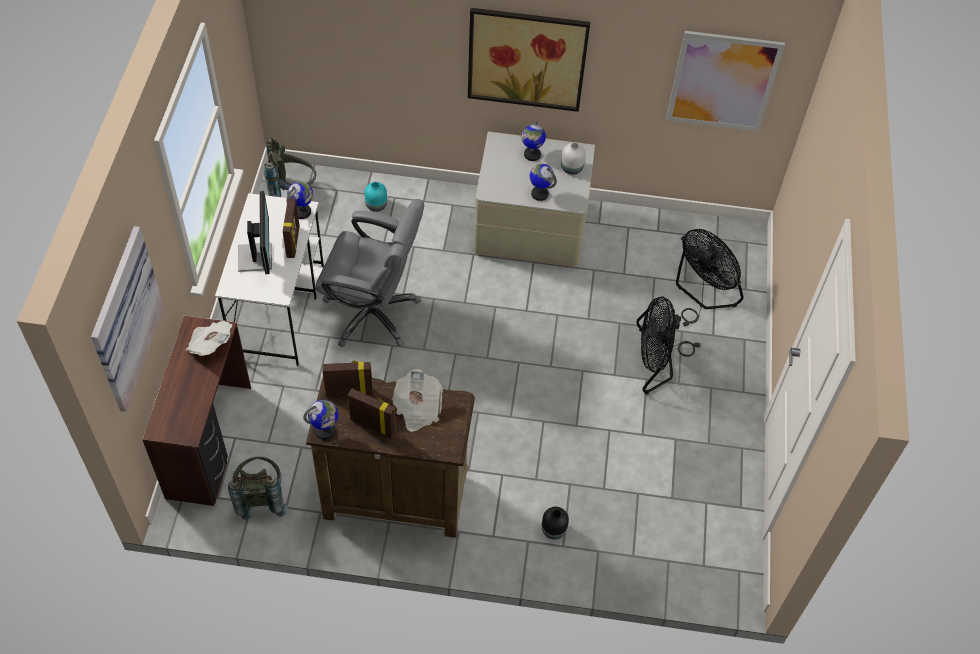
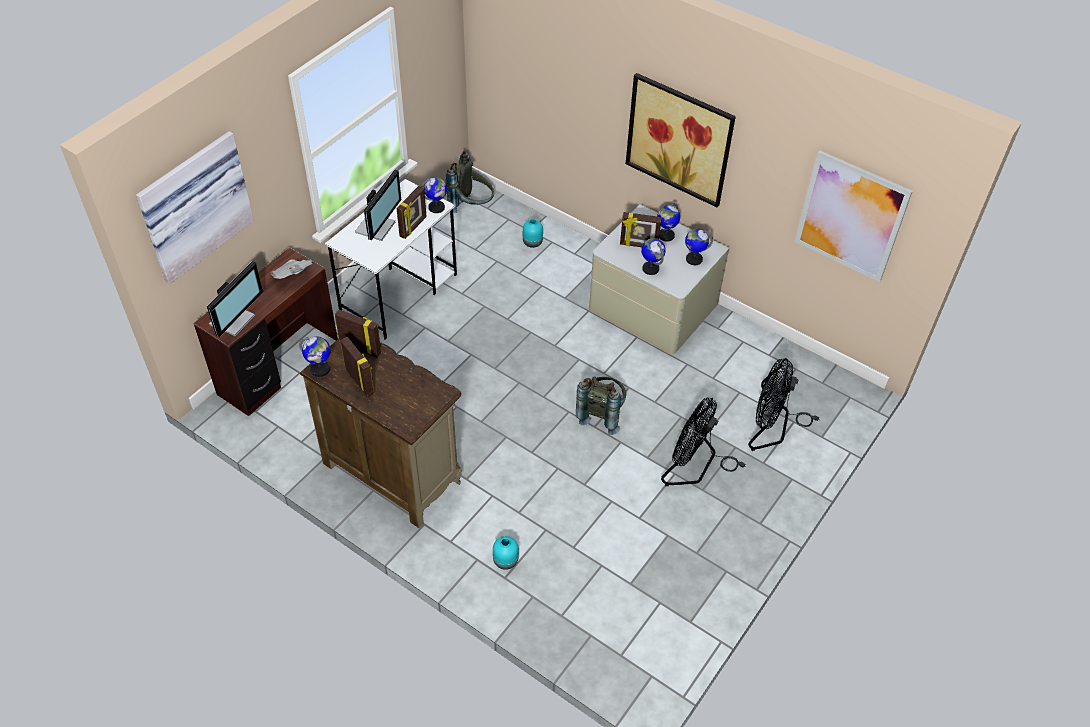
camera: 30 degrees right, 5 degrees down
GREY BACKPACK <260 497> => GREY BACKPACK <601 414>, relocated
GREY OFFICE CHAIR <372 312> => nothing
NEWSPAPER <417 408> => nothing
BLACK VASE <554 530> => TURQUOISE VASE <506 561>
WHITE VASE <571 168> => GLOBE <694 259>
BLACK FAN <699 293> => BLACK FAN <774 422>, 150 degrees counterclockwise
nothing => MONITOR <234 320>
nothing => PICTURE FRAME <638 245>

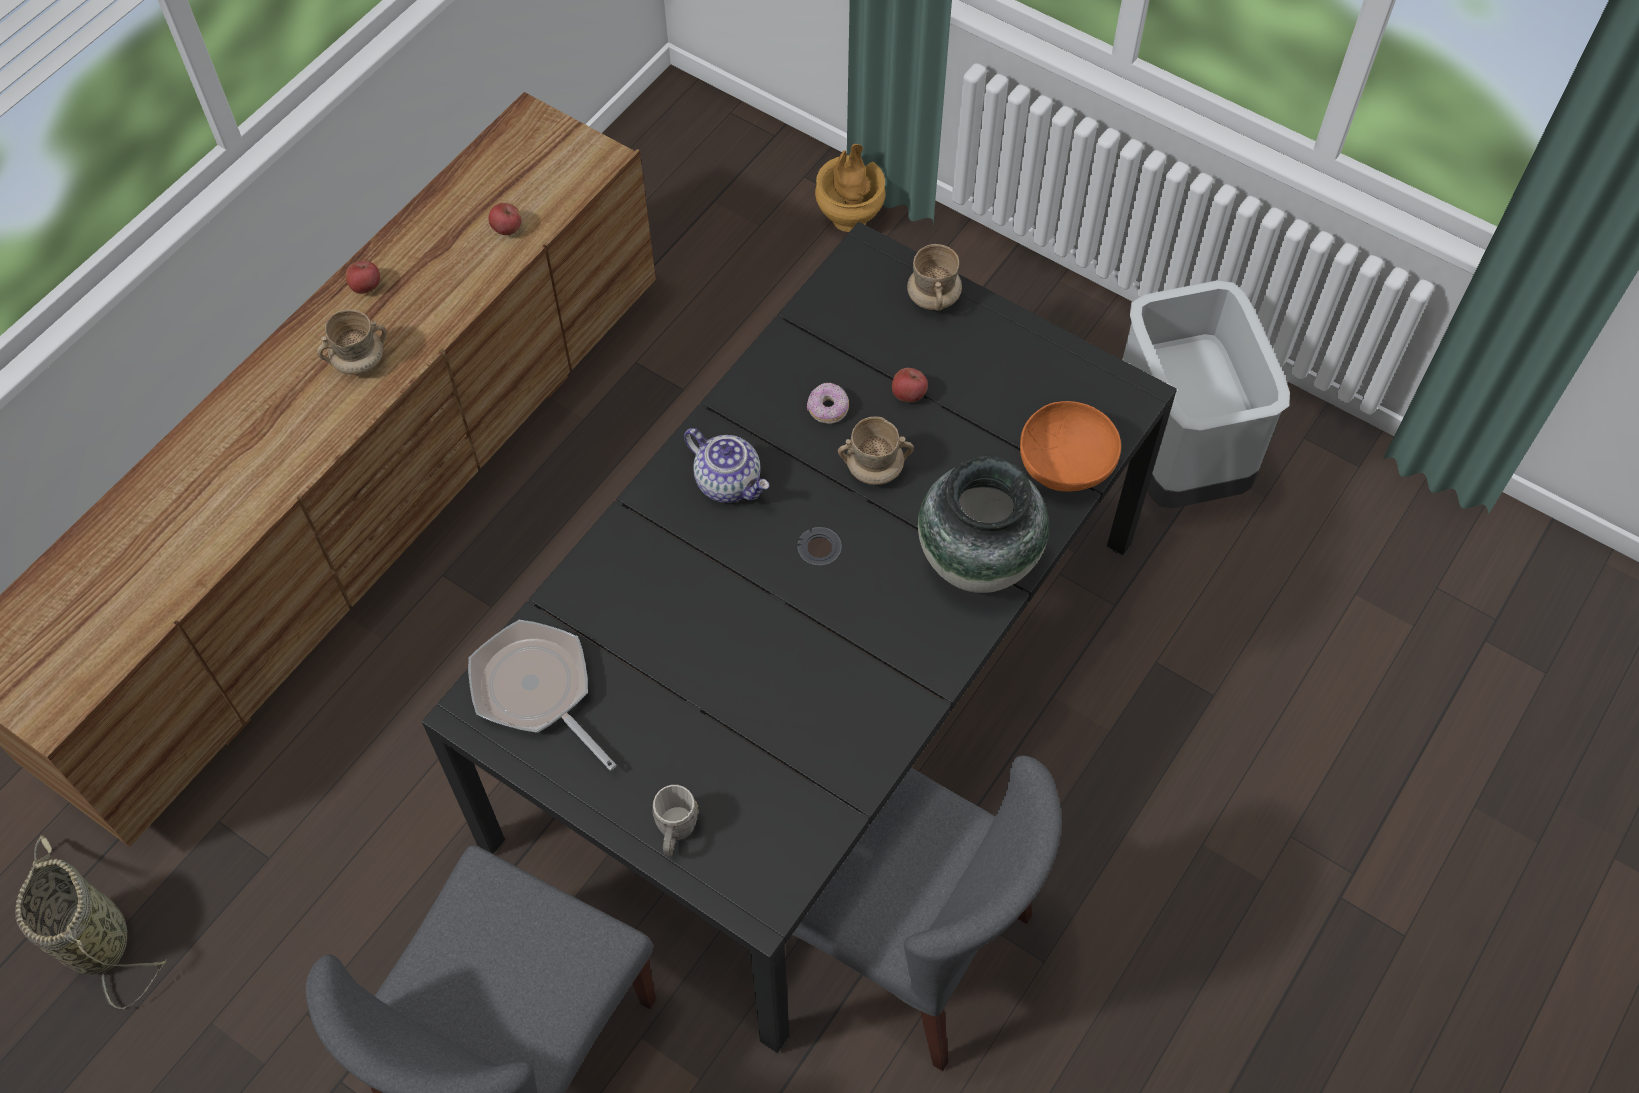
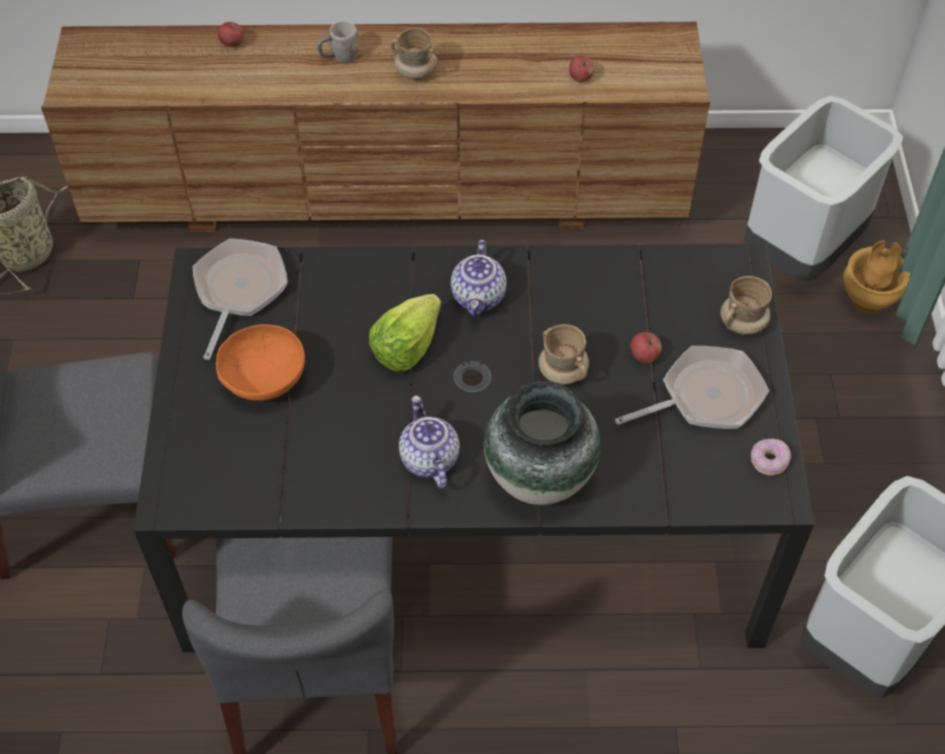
camera: 55 degrees right, 5 degrees down
APPLE <366 287> => APPLE <232 44>, relocated
GREY MUG <675 832> => GREY MUG <339 57>, relocated
DONUT <827 409> => DONUT <768 461>, relocated
ORANGE BOWL <1066 466> => ORANGE BOWL <264 380>, relocated
nothing => LETTUCE <406 347>
nothing => TEAPOT <428 459>
nothing => FRYING PAN <705 397>
nothing => GREY TRASH CAN <802 251>

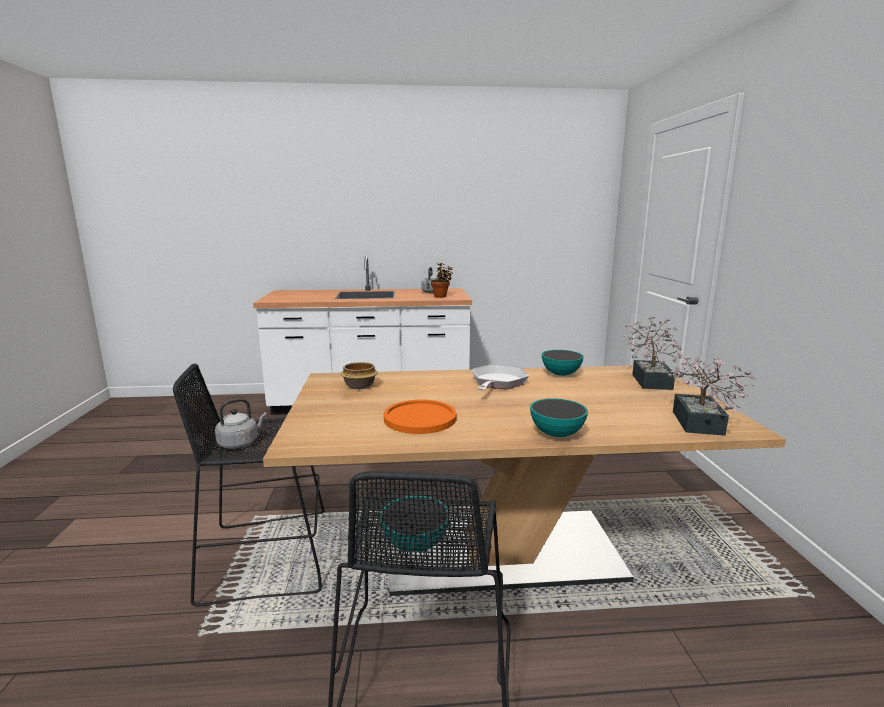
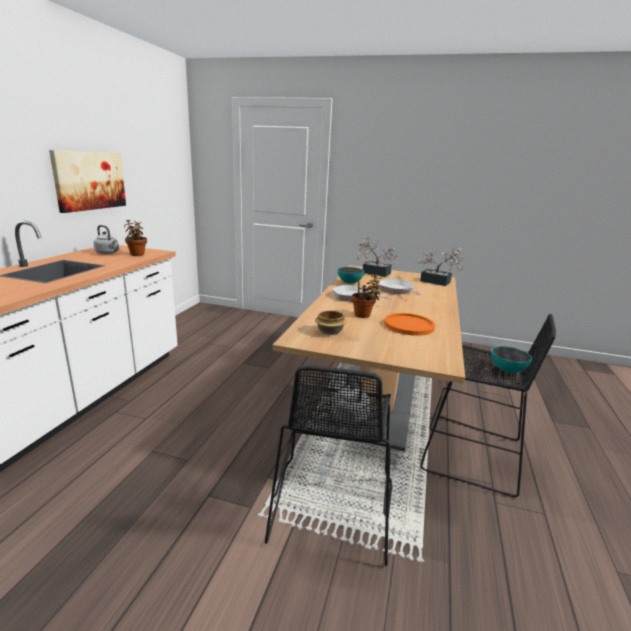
camera: 70 degrees left, 5 degrees up
BOWL <556 434> => nothing
nothing => PICTURE <89 180>
nothing => POTTED PLANT <364 315>
nothing => FRYING PAN <397 290>

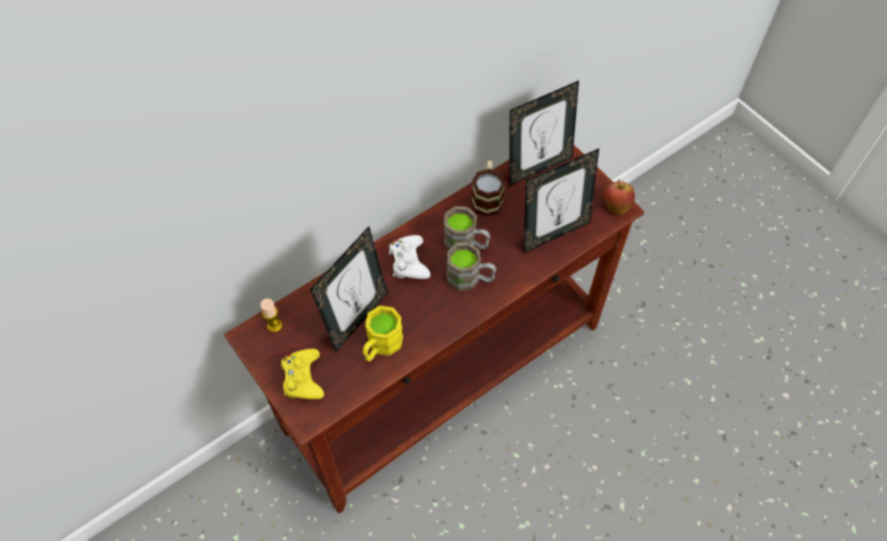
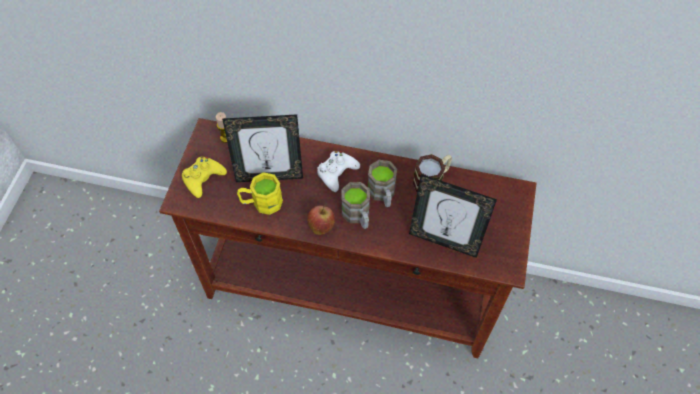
camera: 50 degrees right, 0 degrees up
PICTURE FRAME <538 167> => nothing
APPLE <616 206> => APPLE <321 226>, relocated

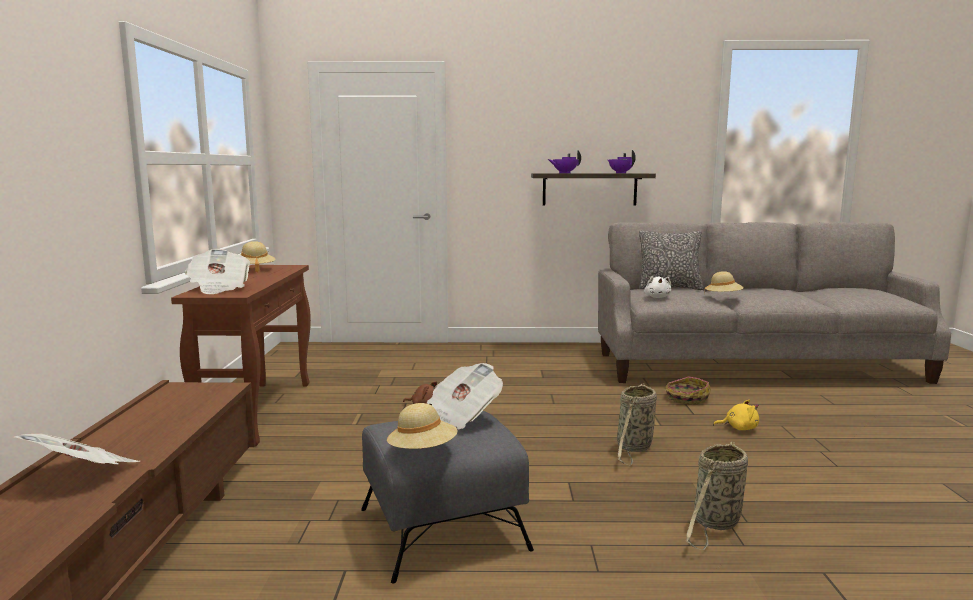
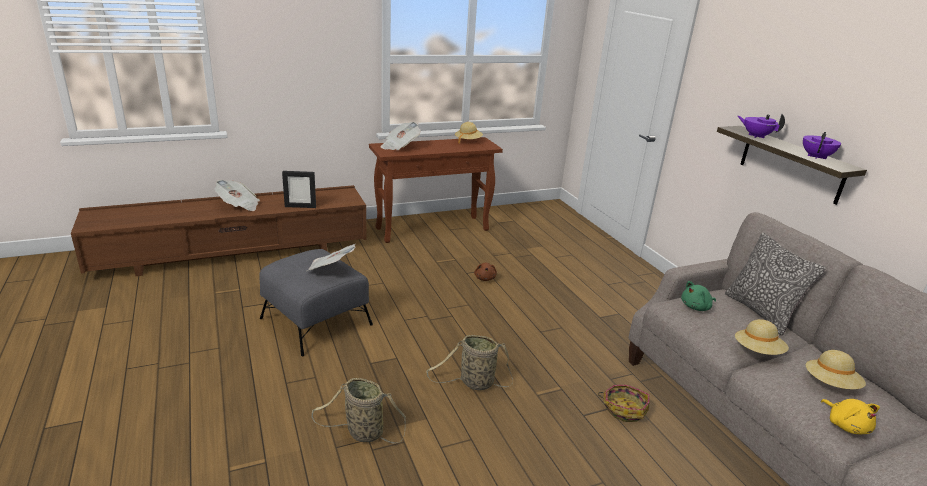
camera: 65 degrees right, 15 degrees up
BEIGE HAT <423 451> => BEIGE HAT <830 384>, relocated
WHITE PLUSH TOY <657 297> => GREEN PLUSH TOY <696 307>
YELLOW PLUSH TOY <739 428> => YELLOW PLUSH TOY <846 425>, relocated
nothing => PICTURE FRAME <300 206>

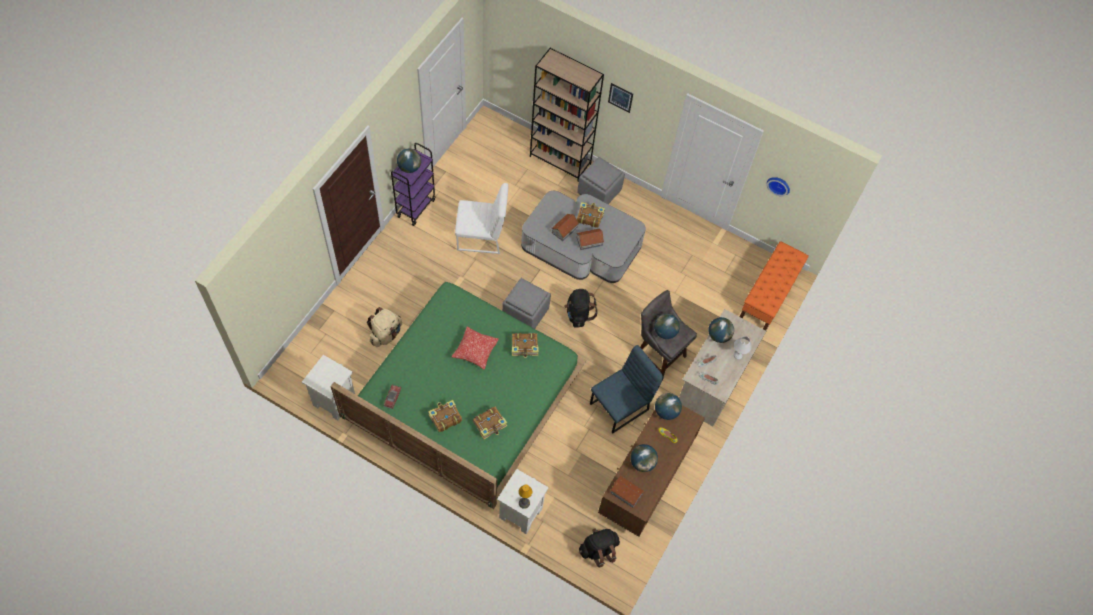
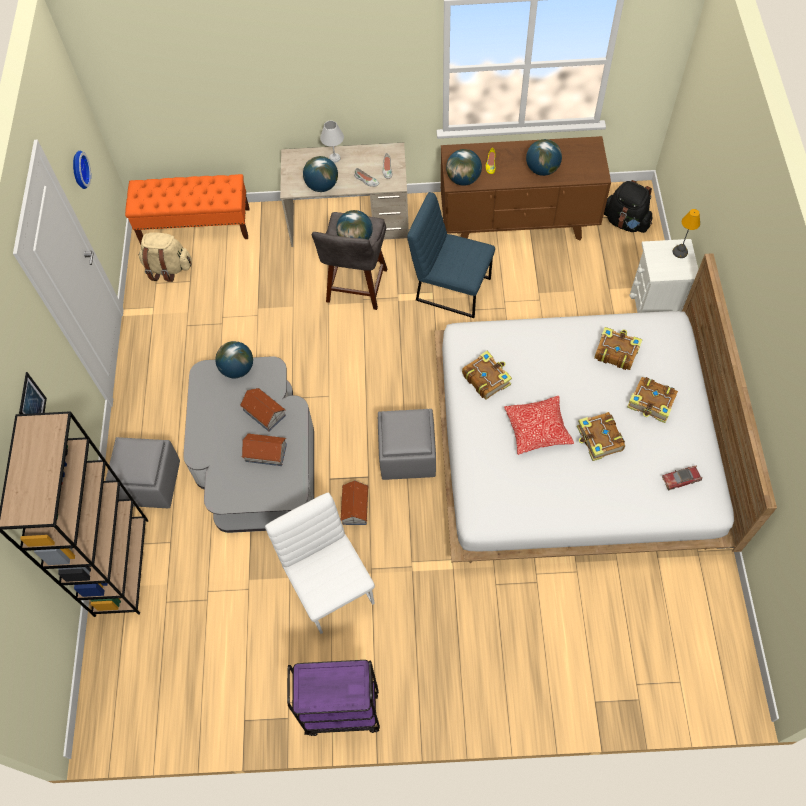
camera: 115 degrees left, 0 degrees up
WHITE NIGHTSTAND <334 400> => nothing
GREEN BED <466 397> => WHITE BED <573 446>
BEIGE BACKPACK <386 334> => BEIGE BACKPACK <168 268>, relocated
GLOBE <409 168> => GLOBE <238 369>, relocated
BLACK BACKPACK <578 314> => nothing
BOOK <589 217> => BOOK <599 440>, relocated
TOY HOUSE <626 493> => TOY HOUSE <355 508>, relocated

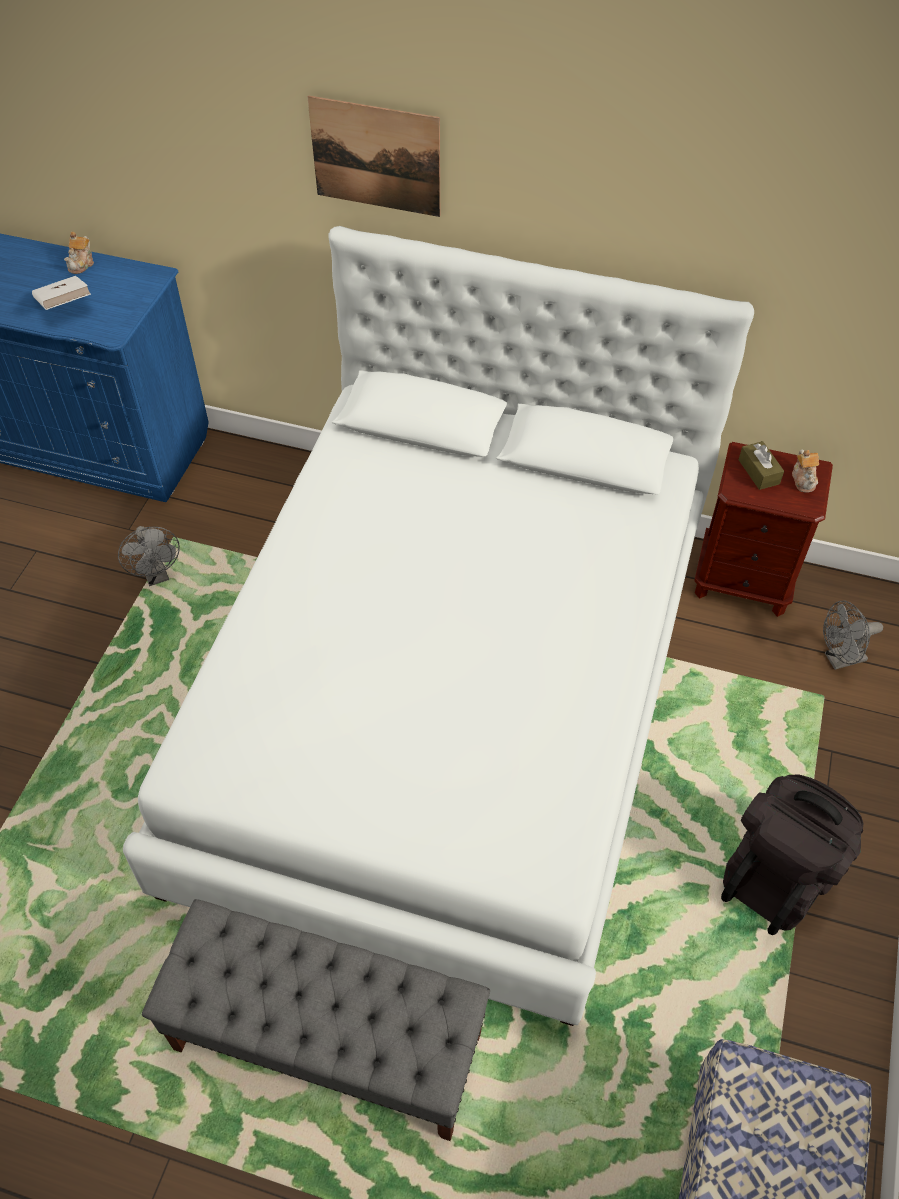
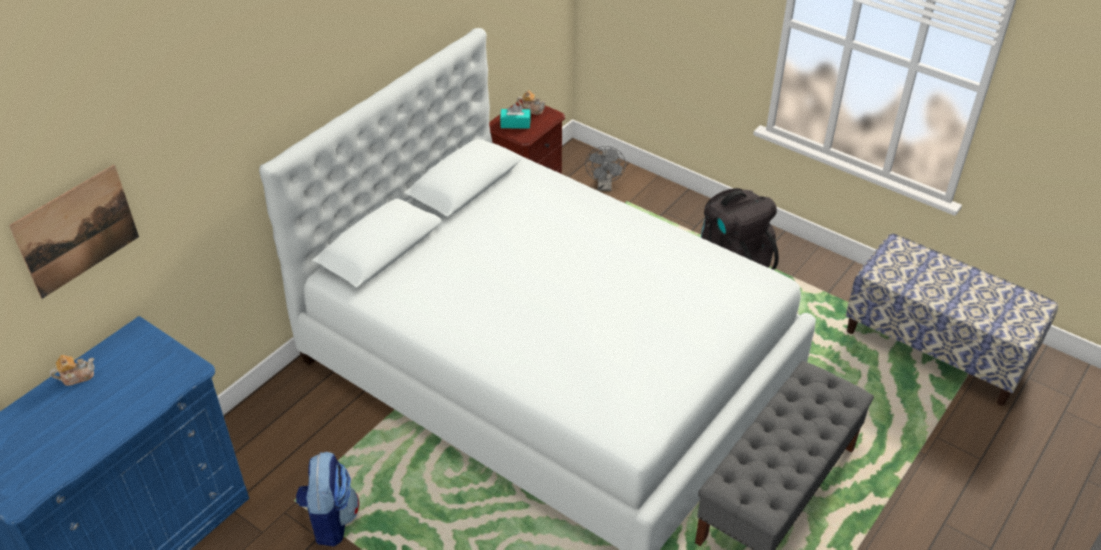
camera: 70 degrees left, 10 degrees down
WHITE BOOK <64 305> => nothing
TEAPOT <82 264> => TEAPOT <77 376>, 60 degrees counterclockwise
GREY FAN <157 576> => BACKPACK <330 520>
PICTURE <376 157> => PICTURE <77 231>, relocated
BROWN TISSUE BOX <758 472> => TURQUOISE TISSUE BOX <515 124>

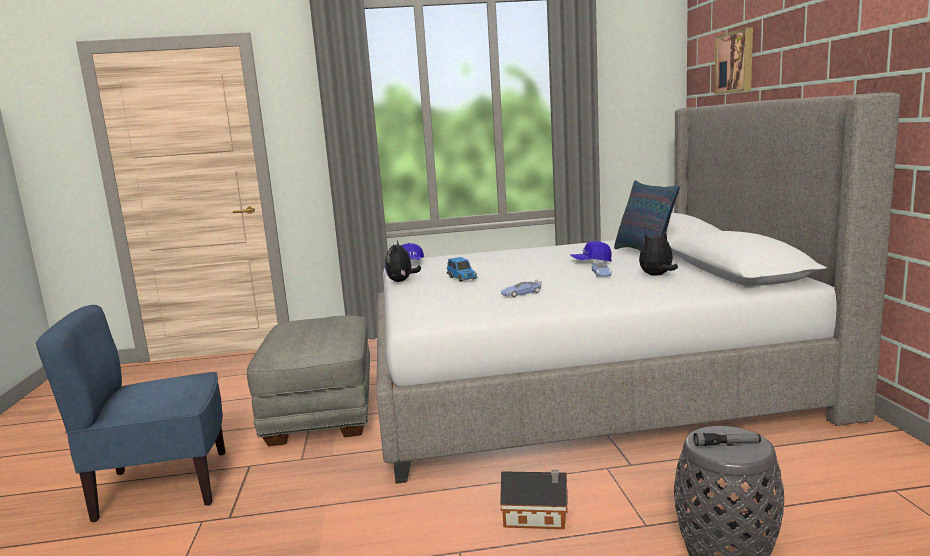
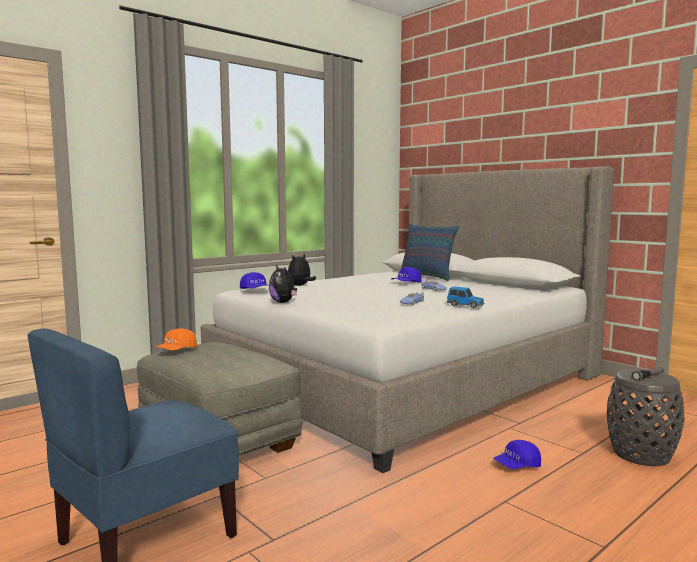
camera: 35 degrees left, 5 degrees down
TOY CAR <462 278> => TOY CAR <465 305>, relocated
TOY HOUSE <538 517> => BLUE CAP <517 466>
PLUSH TOY <657 275> => PLUSH TOY <300 286>, relocated
PICTURE <736 62> => nothing
nothing => ORANGE CAP <176 351>

